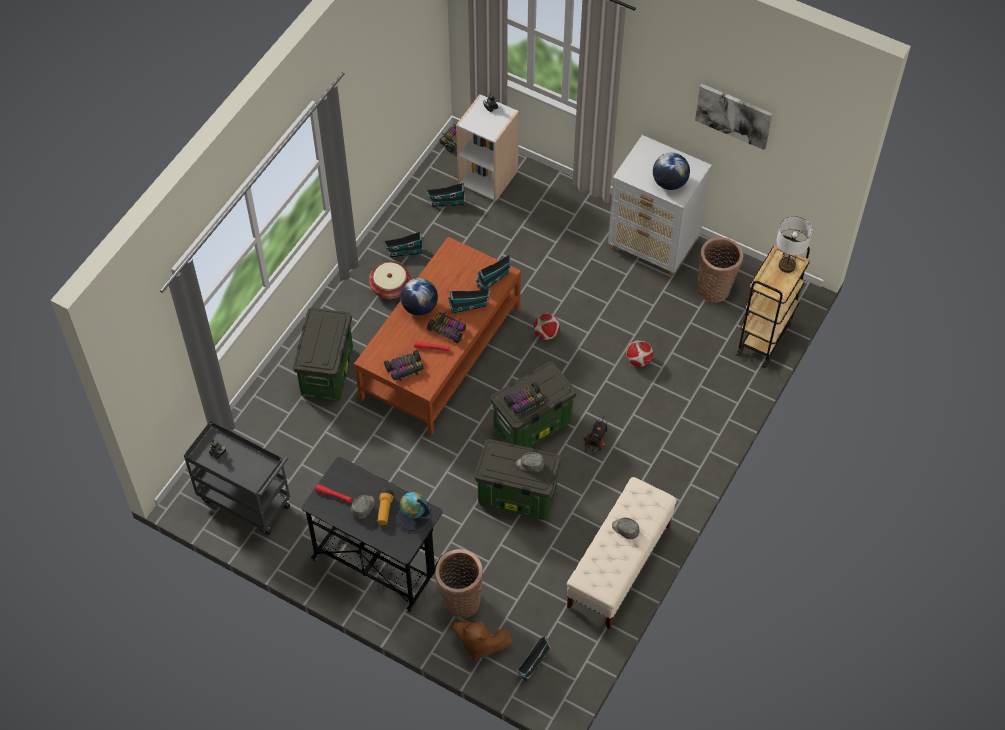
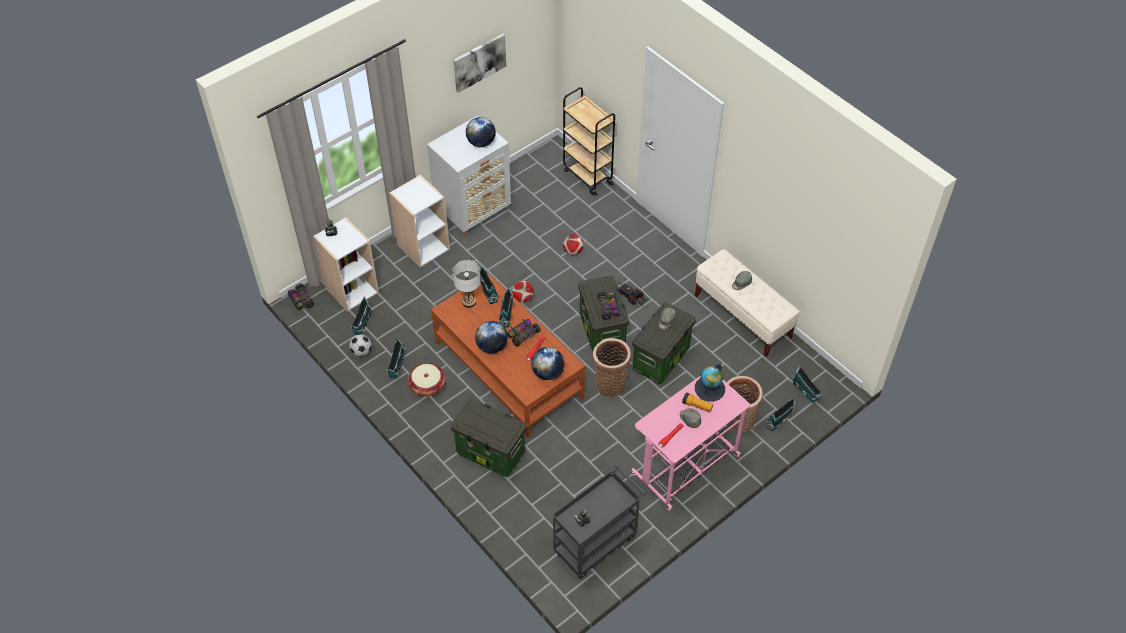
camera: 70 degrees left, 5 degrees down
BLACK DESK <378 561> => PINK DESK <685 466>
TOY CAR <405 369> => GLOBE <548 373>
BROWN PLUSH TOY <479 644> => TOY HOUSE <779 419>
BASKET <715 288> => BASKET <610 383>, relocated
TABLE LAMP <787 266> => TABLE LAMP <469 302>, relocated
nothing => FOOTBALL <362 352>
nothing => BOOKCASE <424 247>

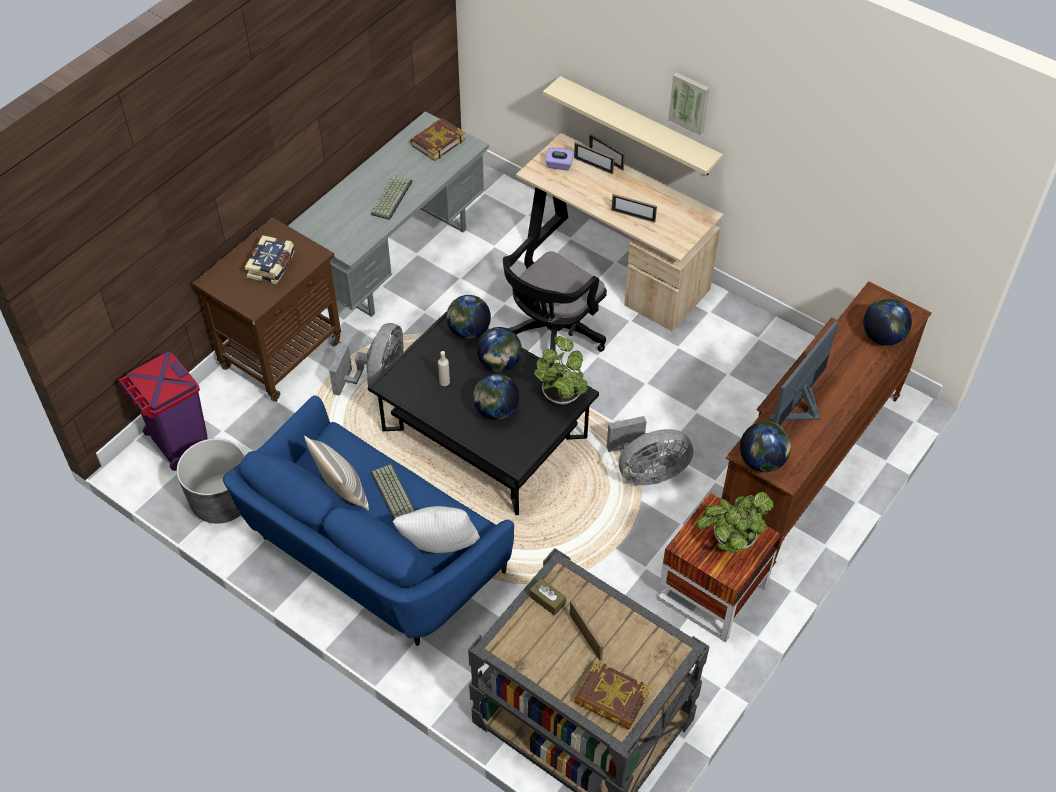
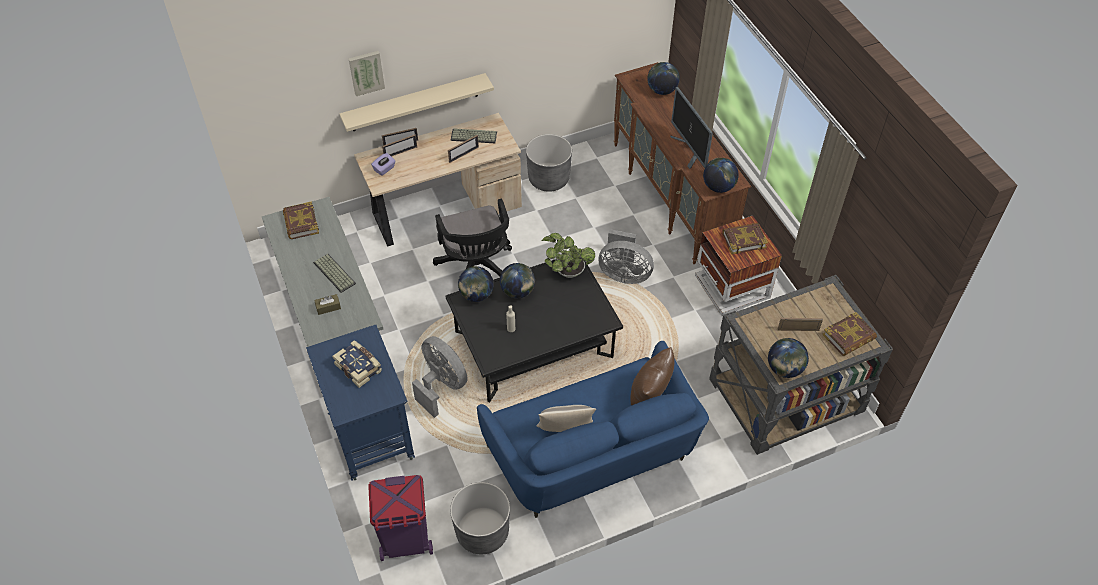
camera: 60 degrees left, 0 degrees up
BROWN CART <283 355> => BLUE CART <371 435>
KEYBOARD <392 493> => KEYBOARD <473 137>, relocated
WHITE PILLOW <439 551> => BROWN PILLOW <651 395>
GLOBE <496 411> => GLOBE <784 369>, relocated
BROWN TISSUE BOX <547 600> => BROWN TISSUE BOX <328 307>, relocated
GREY FAN <647 472> => GREY FAN <623 274>, 90 degrees clockwise
PICTURE <690 102> => PICTURE <366 72>, relocated
POTTED PLANT <730 541> => BOOK <744 240>
nothing => GREY PLANTER <548 179>

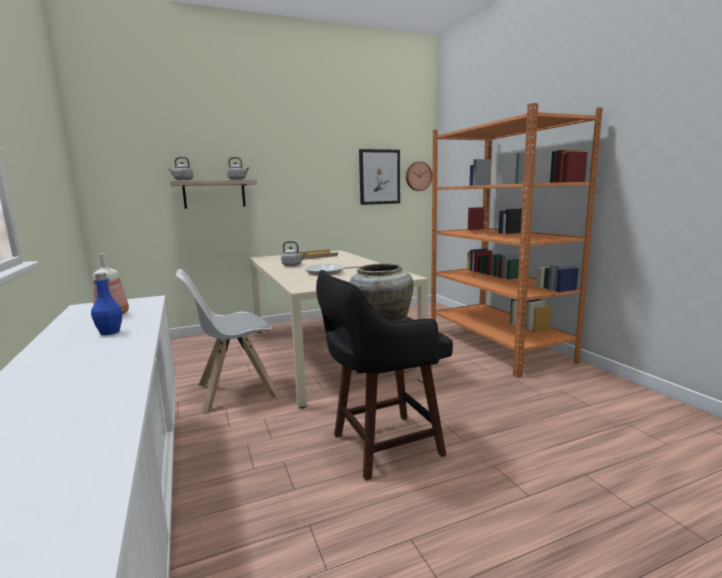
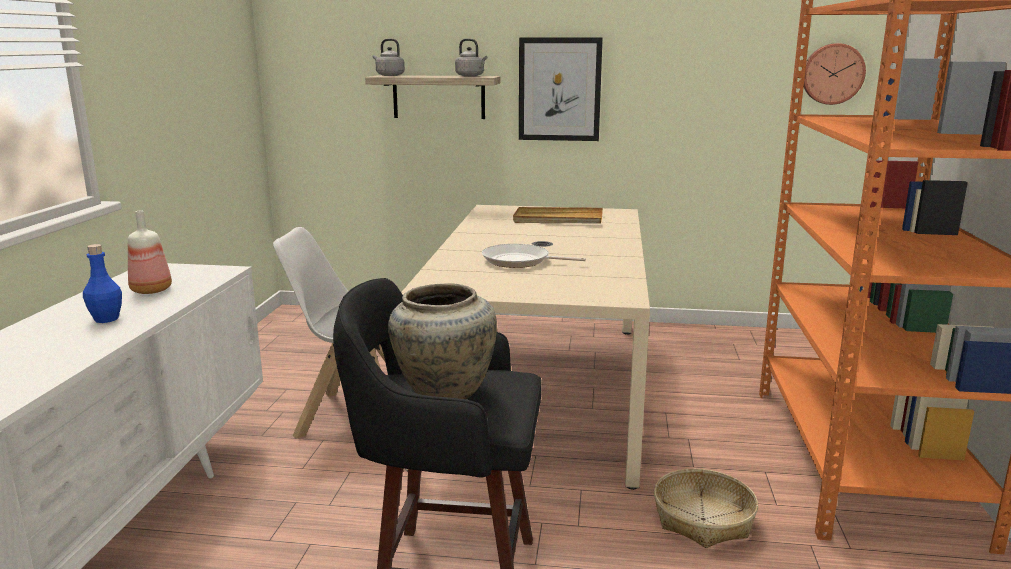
camera: 30 degrees right, 5 degrees up
GREY KETTLE <293 265> => nothing
PICTURE <379 177> => PICTURE <559 89>, relocated
nothing => BASKET <703 519>

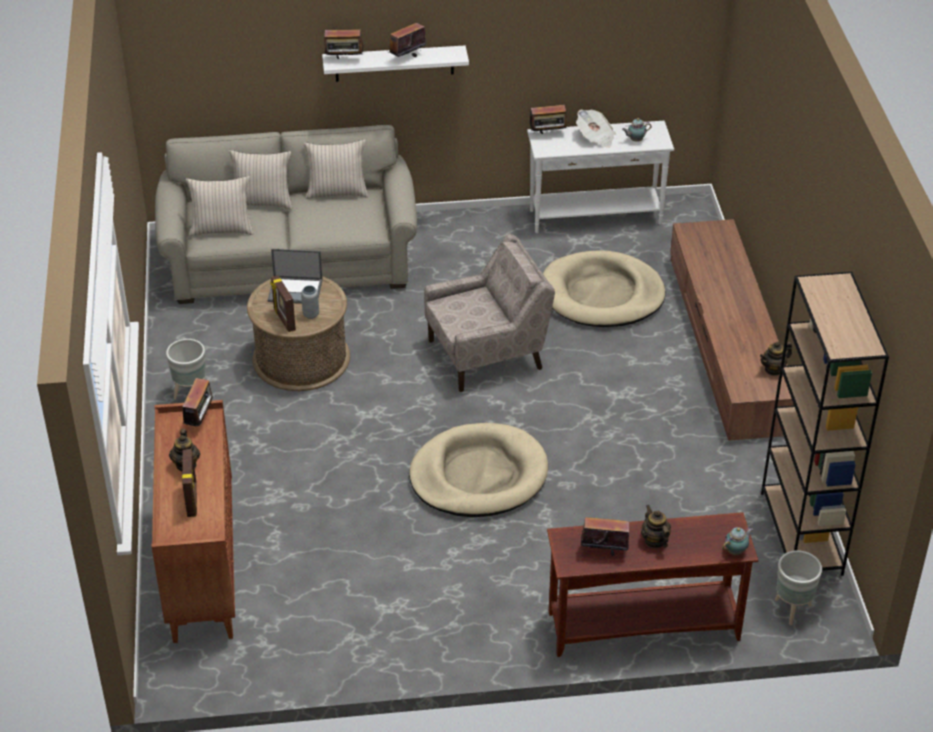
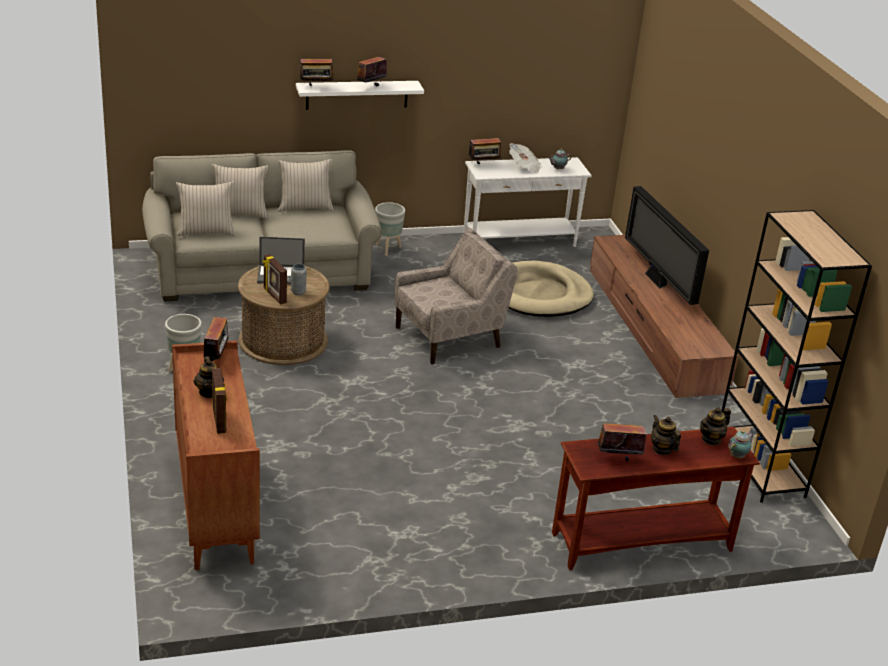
camera: 10 degrees left, 10 degrees down
BEIGE DOG BED <478 475> => nothing
TEAPOT <773 369> => TEAPOT <711 439>, relocated
GREY PLANTER <792 610> => GREY PLANTER <388 249>, relocated
nothing => TELEVISION <656 281>

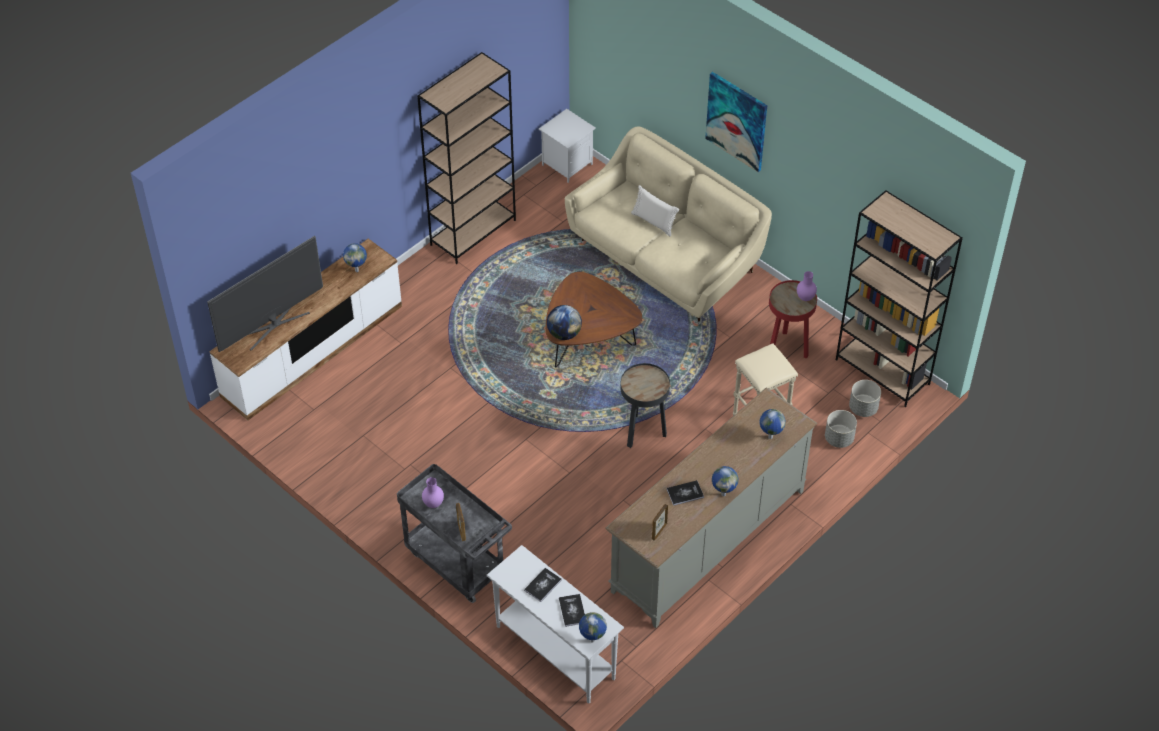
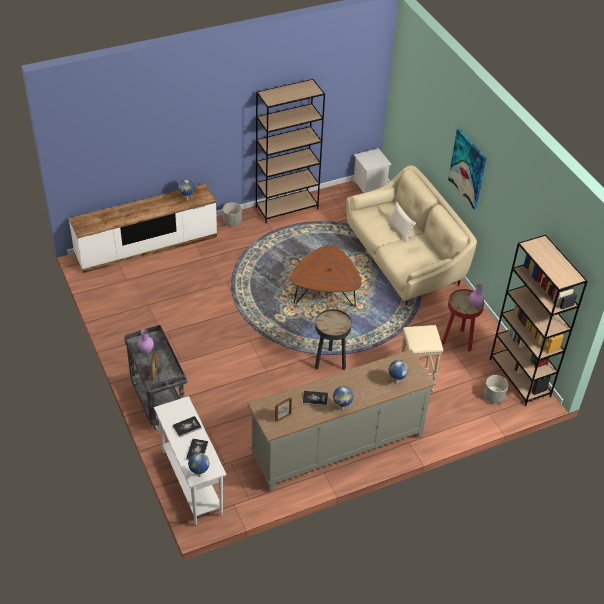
camera: 20 degrees right, 5 degrees down
TELEVISION <273 324> => nothing
GLOBE <564 334> => nothing
GREY PLANTER <838 438> => GREY PLANTER <232 222>, relocated

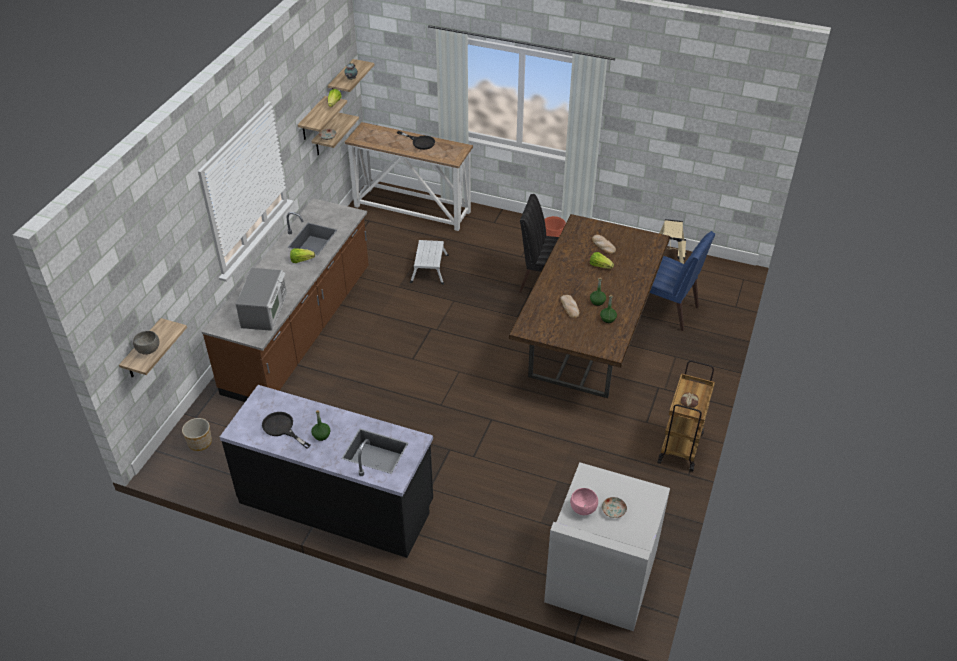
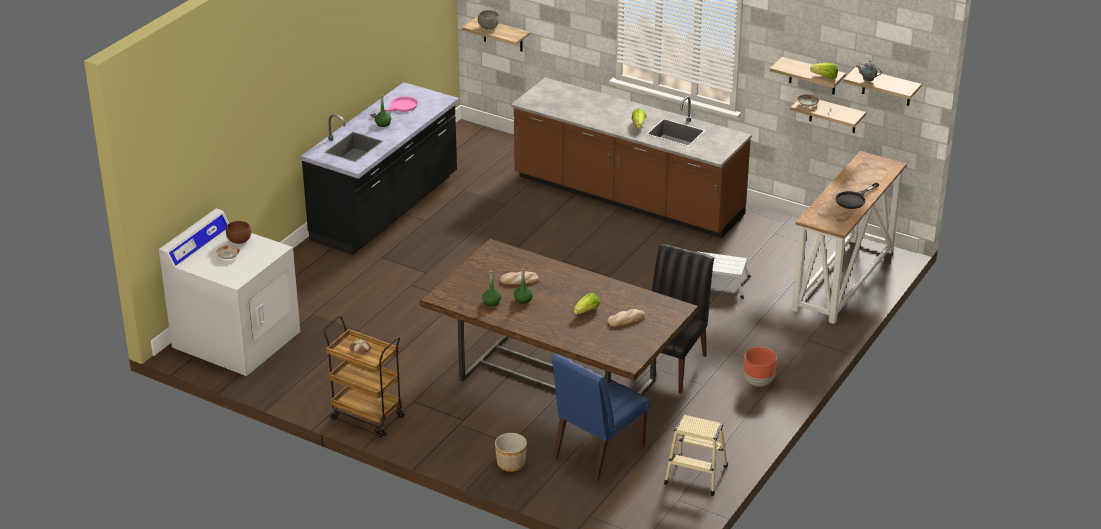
camera: 100 degrees right, 10 degrees down
PLANTER <200 443> => PLANTER <510 464>, relocated
MICROWAVE <265 310> => nothing
BLACK FRYING PAN <282 428> => PINK FRYING PAN <399 107>
PINK BOWL <583 508> => BROWN BOWL <239 241>

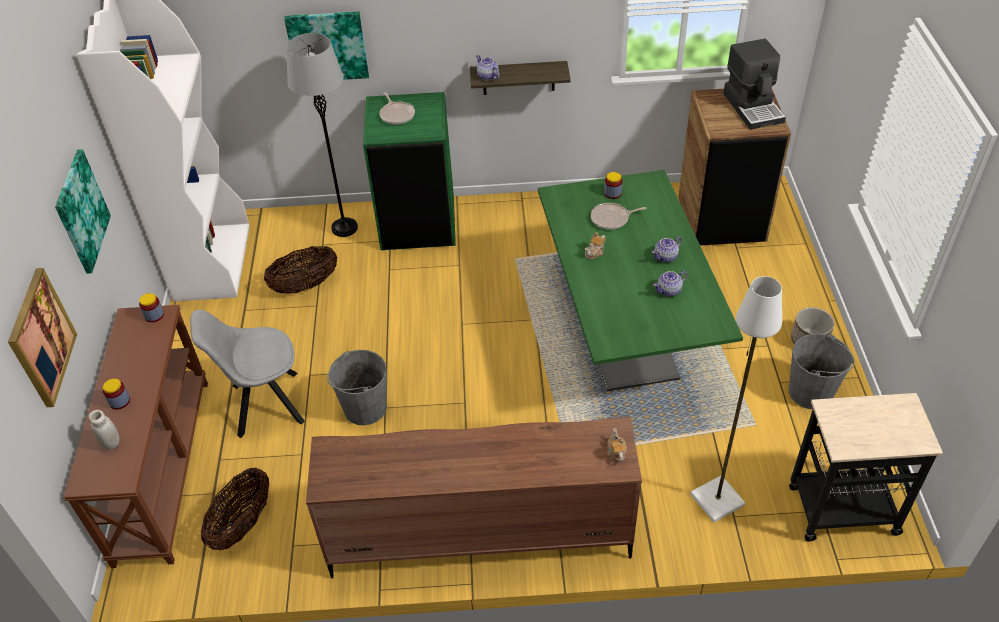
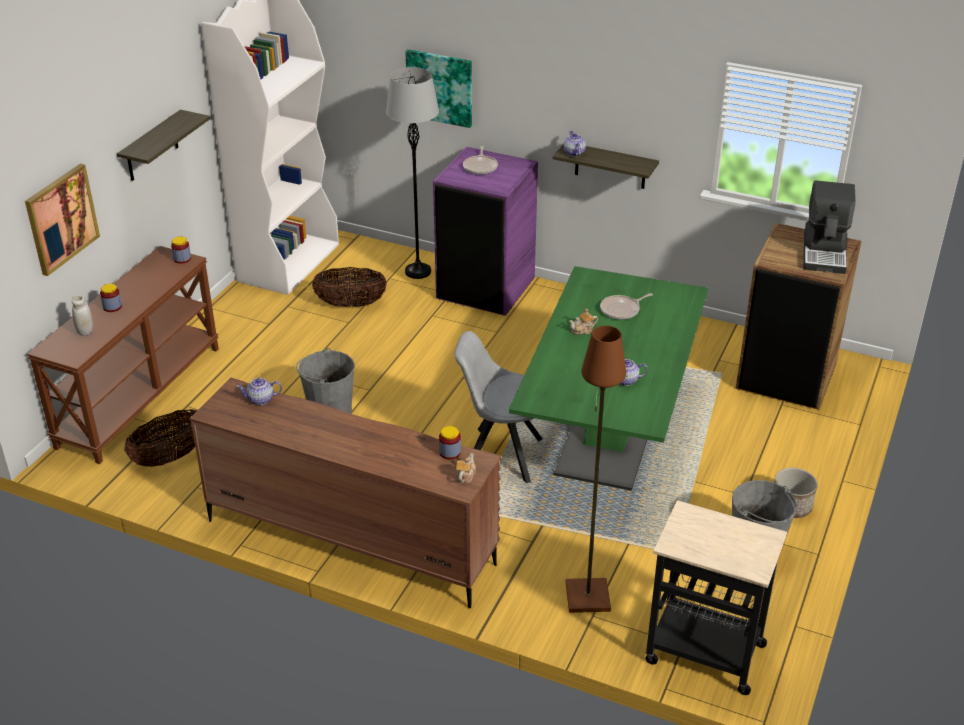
camera: 25 degrees right, 10 degrees down
PICTURE <81 211> => SHELF <152 147>
GREY CHAIR <265 404> => GREY CHAIR <500 455>, relocated
GREEN CABINET <418 223> => PURPLE CABINET <486 288>
FRYING PAN <612 219> => FRYING PAN <621 310>, 45 degrees counterclockwise
JAR <612 193> => JAR <450 452>, relocated
TEAPOT <666 257> => TEAPOT <261 399>, relocated
WHITE FLOOR LAMP <717 501> => BROWN FLOOR LAMP <587 597>

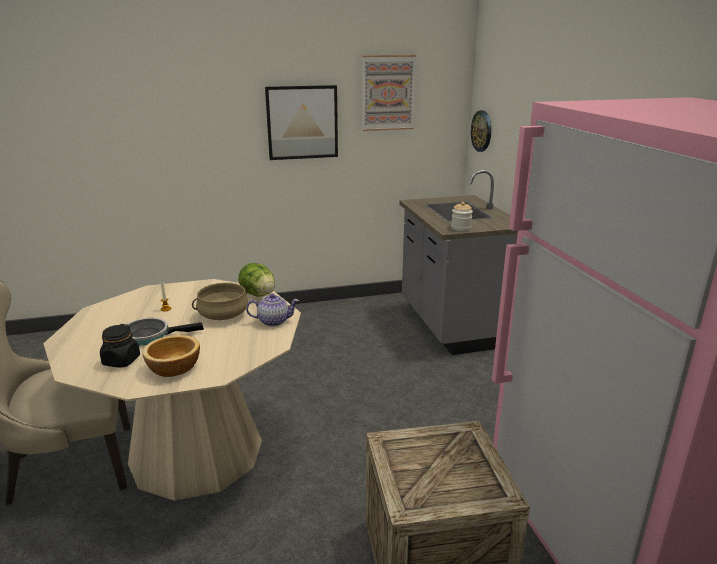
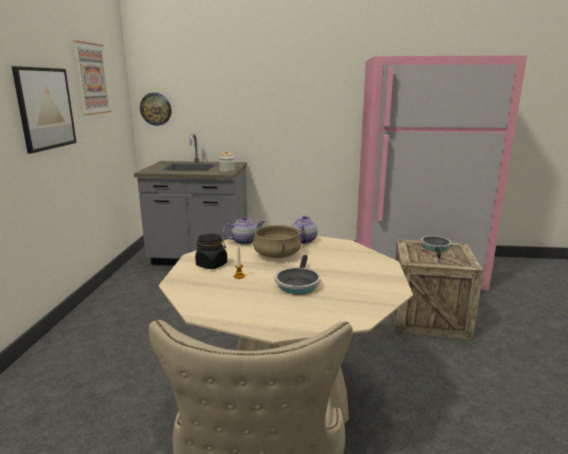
camera: 70 degrees left, 5 degrees down
BLACK JAR <121 361> => BLACK JAR <212 265>, relocated
BOWL <173 368> => nothing
LETTUCE <258 294> => TEAPOT <245 241>
nothing => FRYING PAN <436 248>

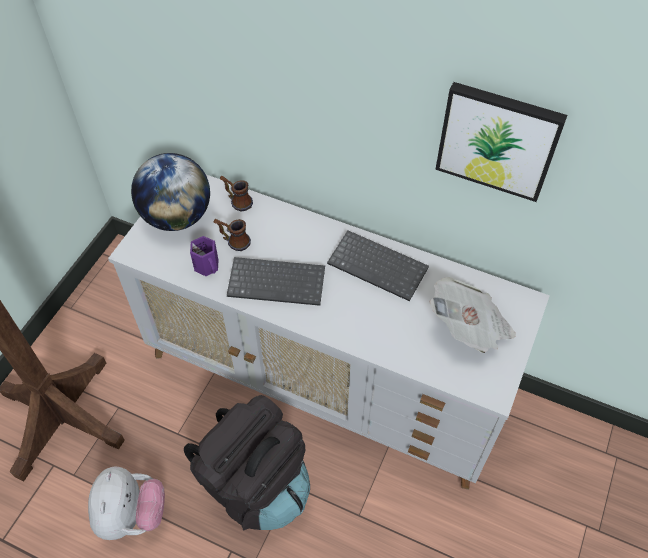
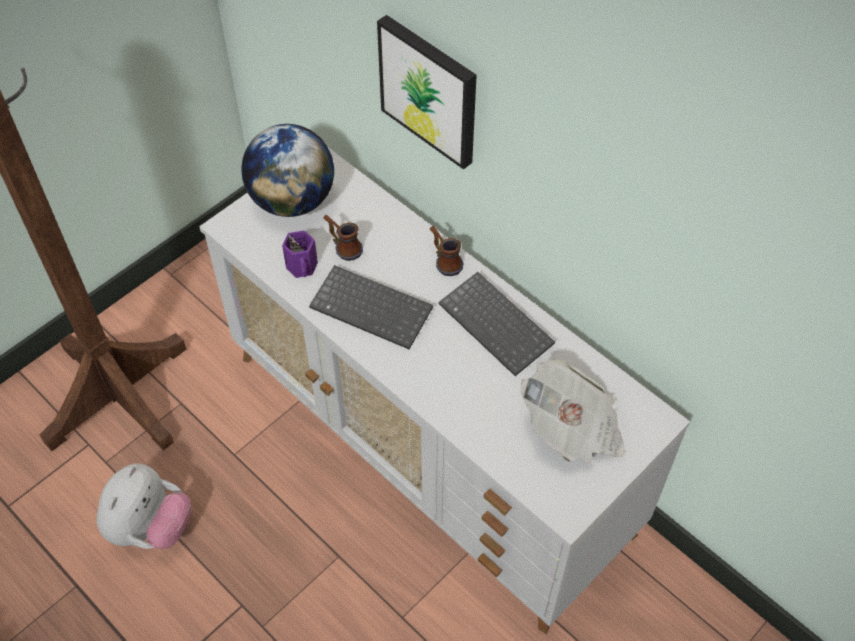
camera: 20 degrees right, 0 degrees up
BLACK BACKPACK <255 484> => nothing
MUG <237 201> => MUG <444 261>, relocated
PICTURE <498 140> => PICTURE <430 90>, relocated

